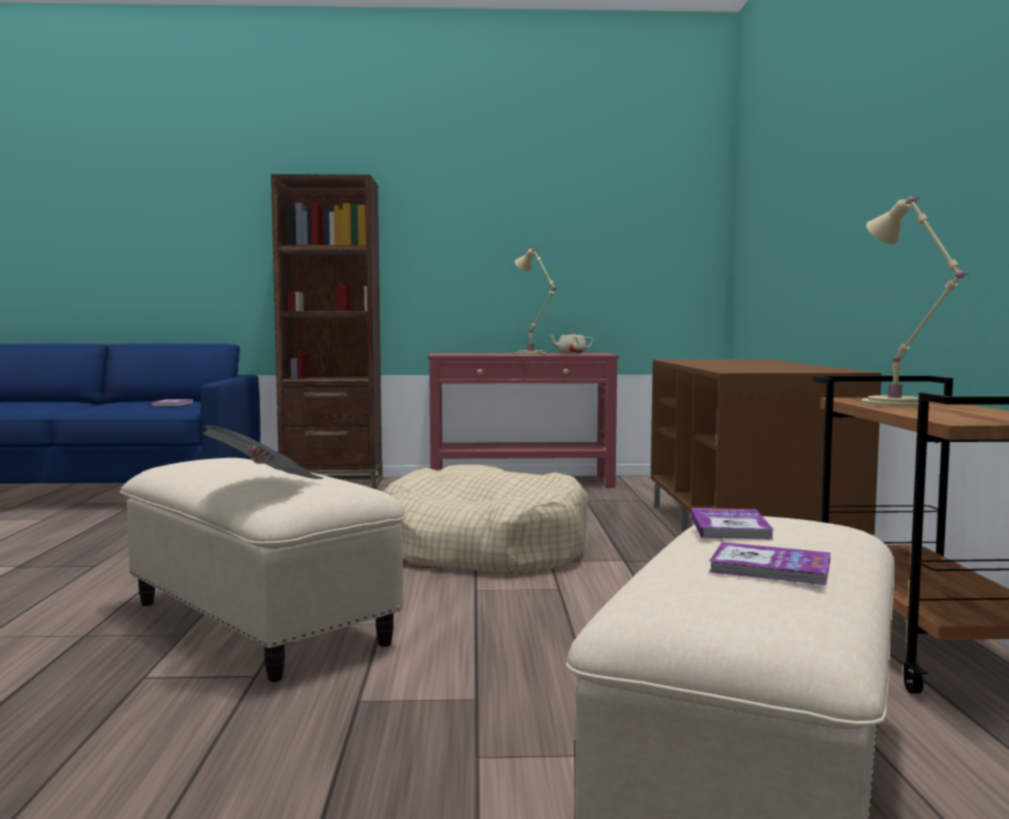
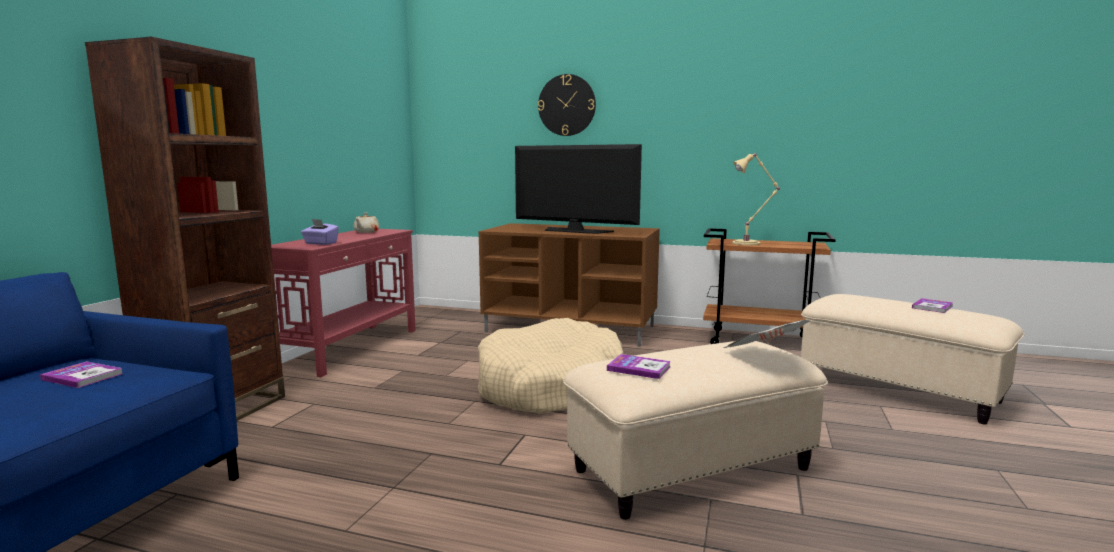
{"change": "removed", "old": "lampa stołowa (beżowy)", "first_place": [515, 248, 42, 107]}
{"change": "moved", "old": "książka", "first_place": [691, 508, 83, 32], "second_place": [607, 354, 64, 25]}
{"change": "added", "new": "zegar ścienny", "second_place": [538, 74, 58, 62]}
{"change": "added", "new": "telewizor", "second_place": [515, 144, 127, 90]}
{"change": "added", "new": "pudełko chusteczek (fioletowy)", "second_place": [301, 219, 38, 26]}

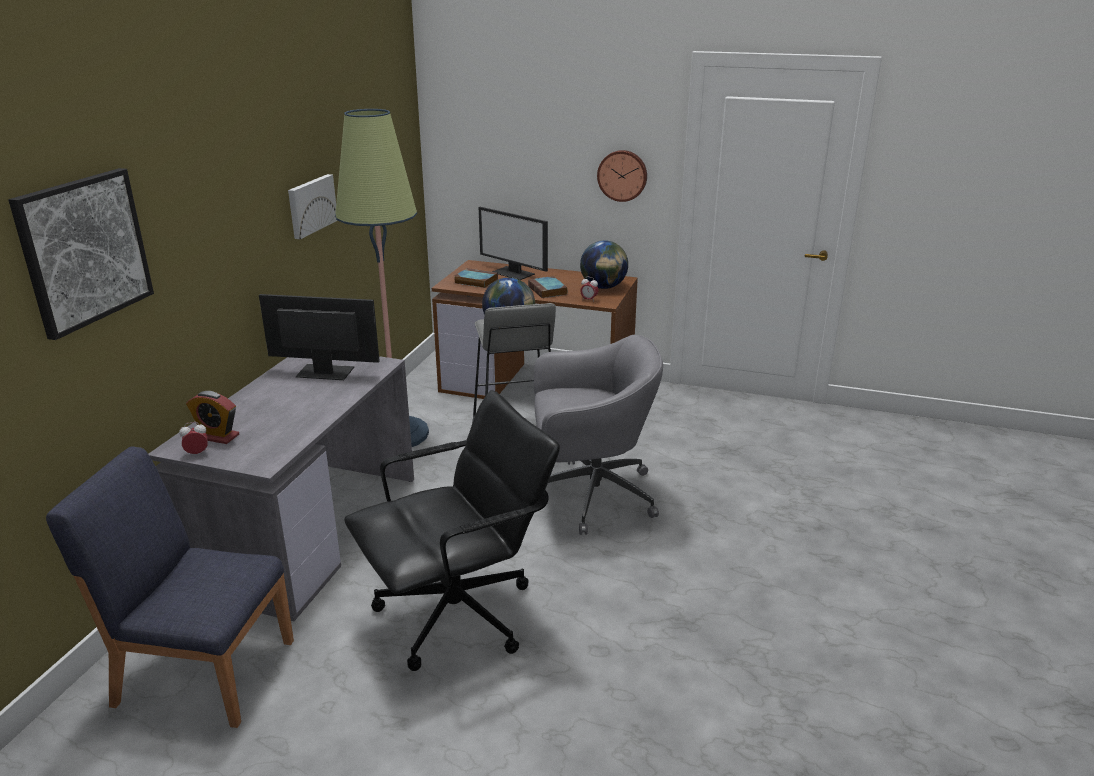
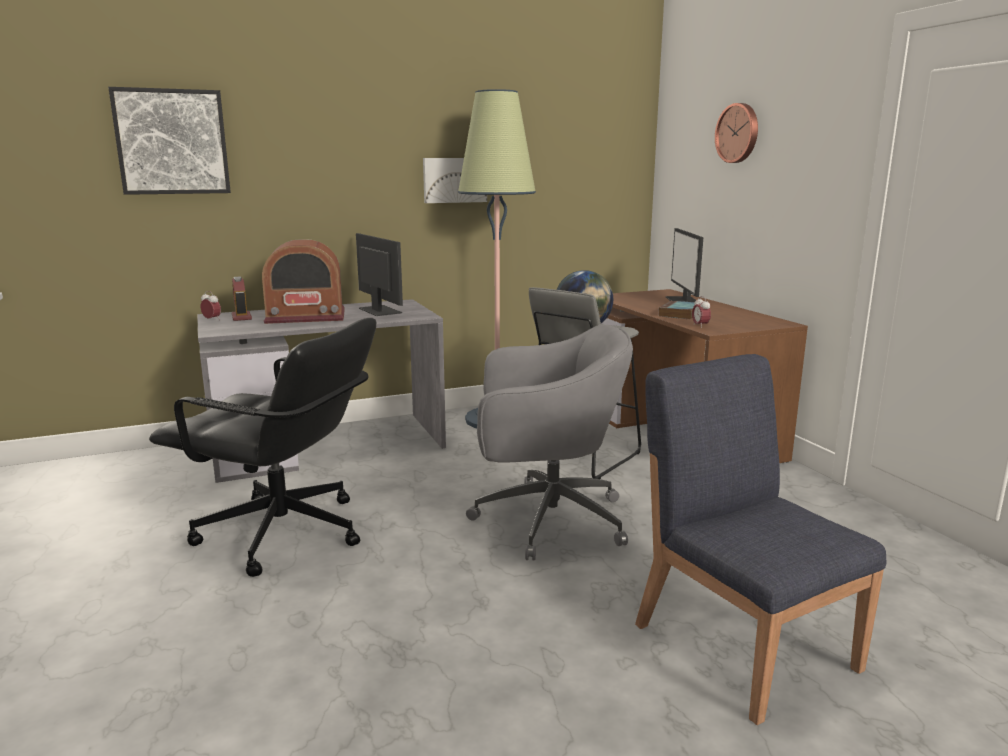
{"change": "moved", "old": "zegar ścienny", "first_place": [597, 150, 50, 52], "second_place": [715, 103, 43, 60]}
{"change": "removed", "old": "globus", "first_place": [580, 240, 48, 49]}
{"change": "removed", "old": "książka", "first_place": [454, 268, 44, 20]}
{"change": "turned", "old": "krzesło biurowe (szary)", "first_place": [533, 335, 130, 200], "second_place": [466, 324, 167, 236], "degrees": -45}
{"change": "moved", "old": "krzesło (niebieski)", "first_place": [46, 446, 248, 282], "second_place": [635, 354, 251, 371]}
{"change": "added", "new": "radio", "second_place": [262, 239, 83, 85]}

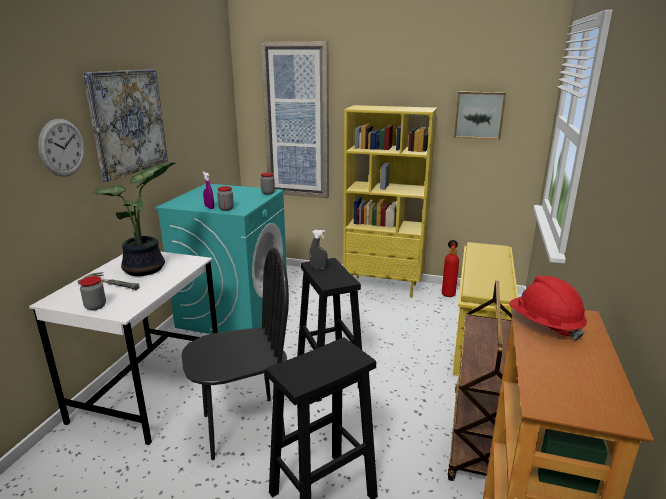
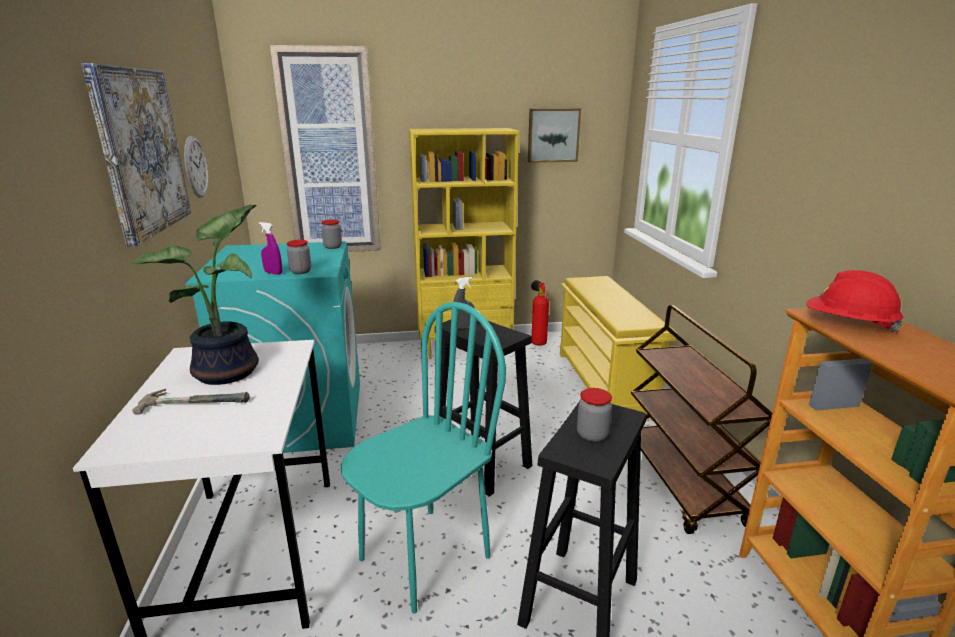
{"change": "moved", "old": "zegar ścienny", "first_place": [38, 119, 47, 58], "second_place": [184, 136, 24, 62]}
{"change": "recoloured", "old": "krzesło (czarny)", "new": "krzesło (turkusowy)", "first_place": [182, 247, 107, 213], "second_place": [341, 302, 165, 311]}
{"change": "moved", "old": "słoik", "first_place": [79, 276, 27, 34], "second_place": [577, 388, 35, 54]}

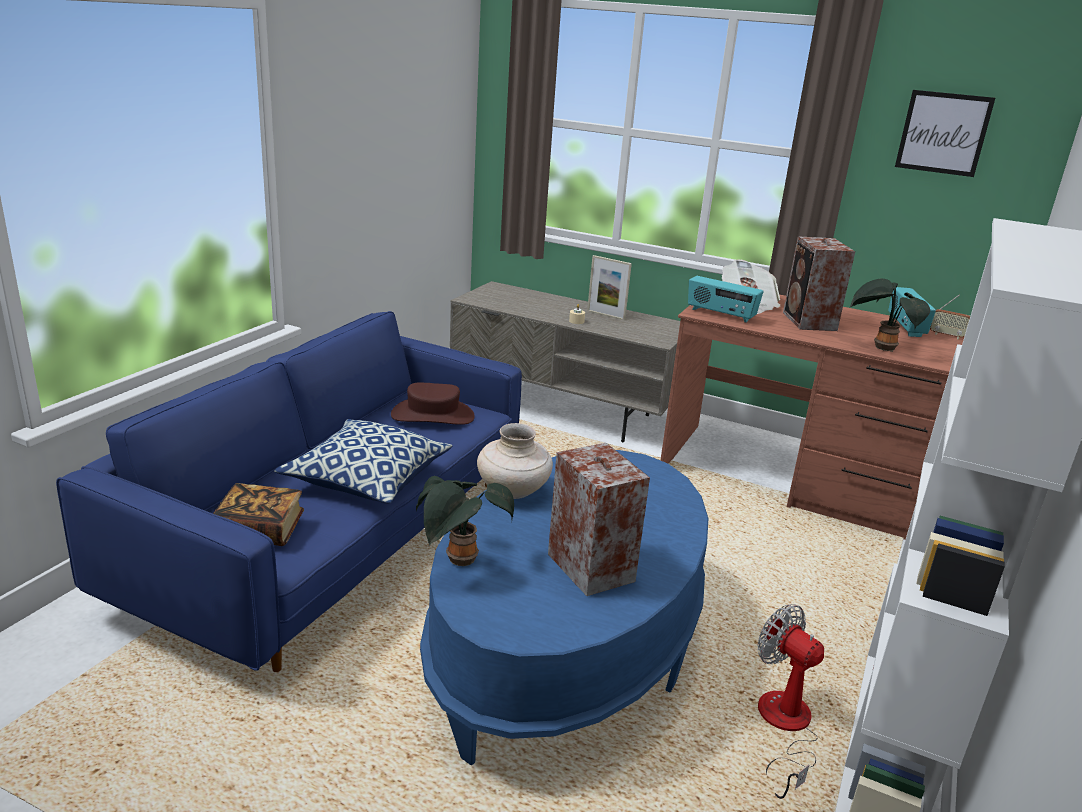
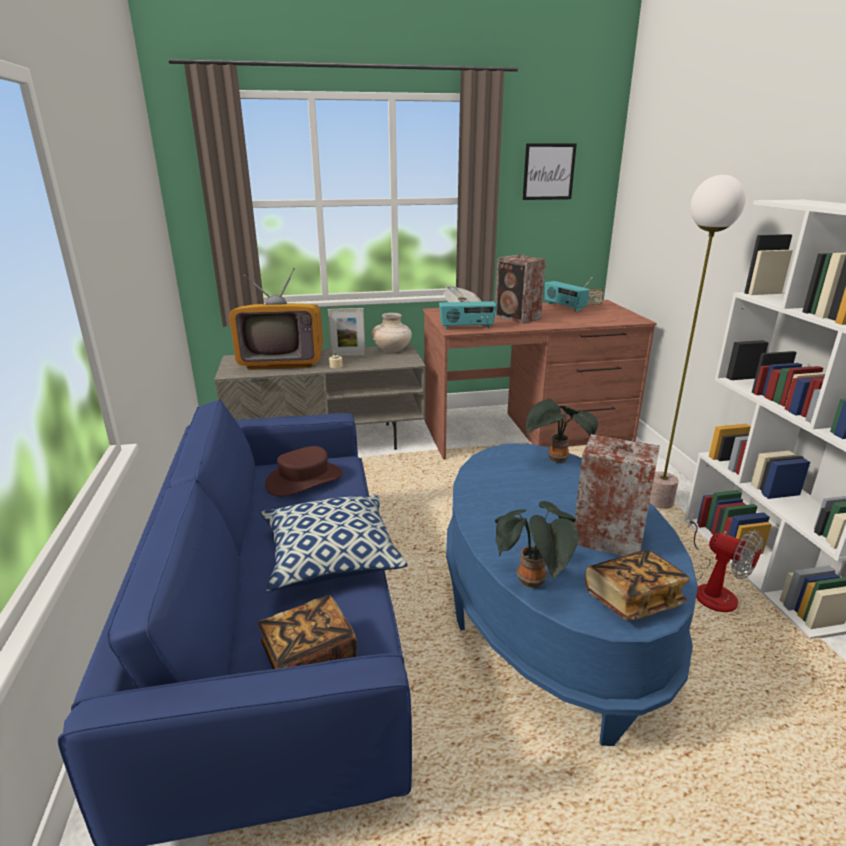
{"change": "moved", "old": "roślina doniczkowa", "first_place": [850, 279, 80, 73], "second_place": [526, 399, 72, 64]}
{"change": "moved", "old": "wazon (beżowy)", "first_place": [477, 423, 76, 76], "second_place": [372, 313, 40, 40]}
{"change": "turned", "old": "wentylator", "first_place": [757, 604, 67, 195], "second_place": [688, 513, 75, 99], "degrees": -150}
{"change": "added", "new": "lampa stojąca", "second_place": [650, 175, 96, 334]}
{"change": "added", "new": "telewizor", "second_place": [229, 268, 94, 102]}
{"change": "added", "new": "książka", "second_place": [585, 550, 105, 71]}

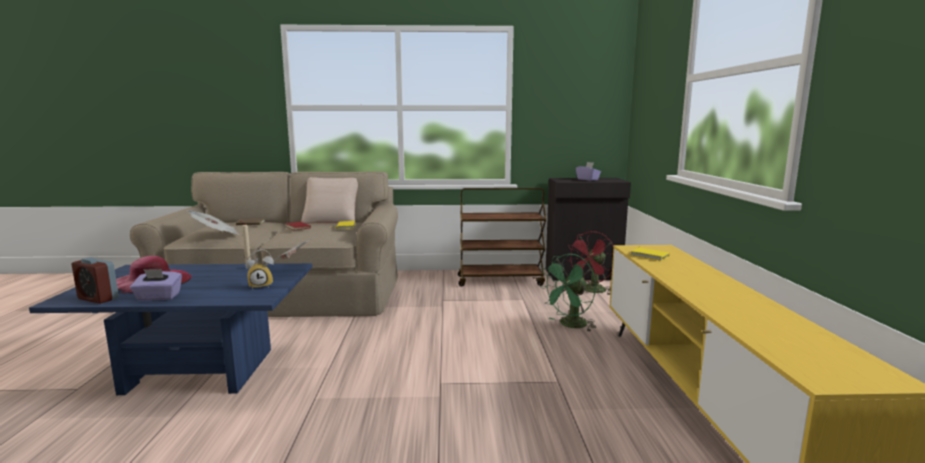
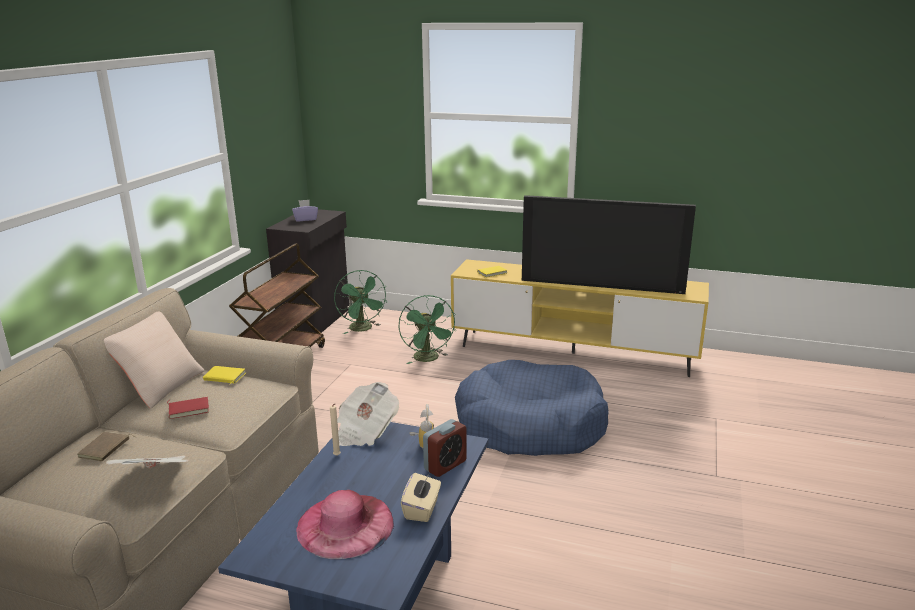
{"change": "recoloured", "old": "wentylator (czerwony)", "new": "wentylator (zielony)", "first_place": [566, 231, 48, 64], "second_place": [334, 270, 52, 64]}
{"change": "moved", "old": "budzik", "first_place": [72, 257, 47, 47], "second_place": [423, 419, 44, 58]}
{"change": "recoloured", "old": "pudełko chusteczek (fioletowy)", "new": "pudełko chusteczek (beżowy)", "first_place": [130, 269, 52, 32], "second_place": [401, 473, 40, 49]}
{"change": "added", "new": "telewizor", "second_place": [522, 195, 174, 99]}
{"change": "added", "new": "legowisko (niebieski)", "second_place": [455, 360, 154, 96]}

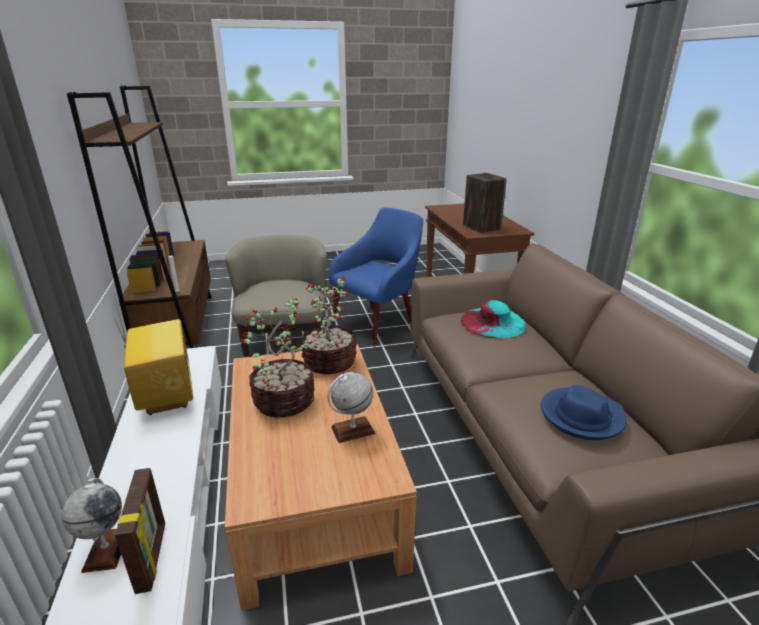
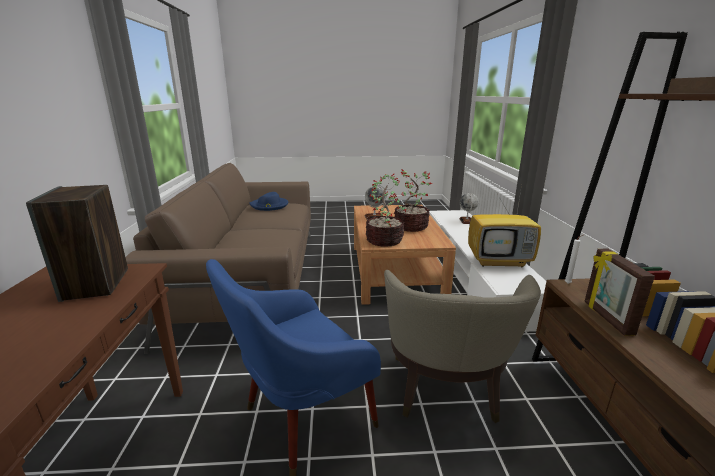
{"change": "turned", "old": "telewizor", "first_place": [112, 288, 81, 127], "second_place": [468, 185, 73, 82], "degrees": -75}
{"change": "removed", "old": "kapelusz (turkusowy)", "first_place": [461, 300, 65, 38]}
{"change": "moved", "old": "ramka na zdjęcie", "first_place": [115, 468, 50, 126], "second_place": [585, 249, 70, 87]}

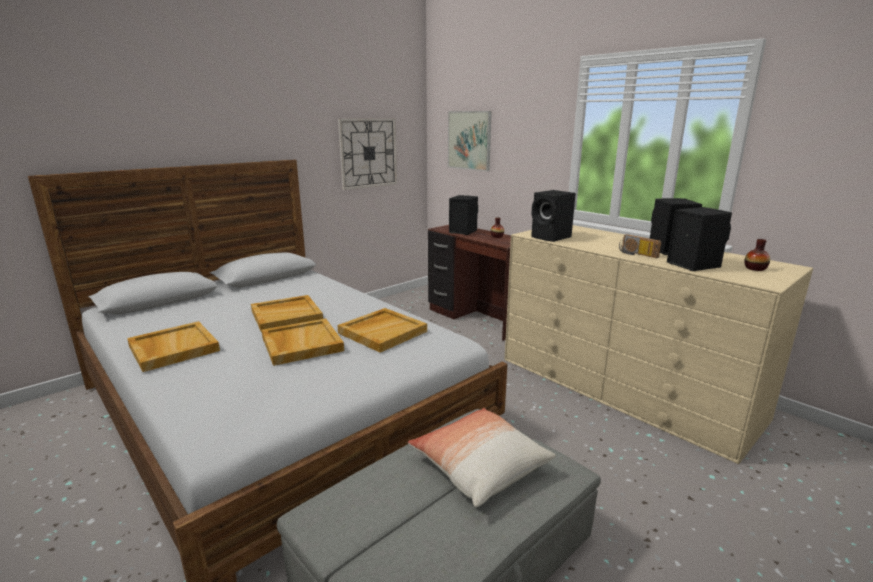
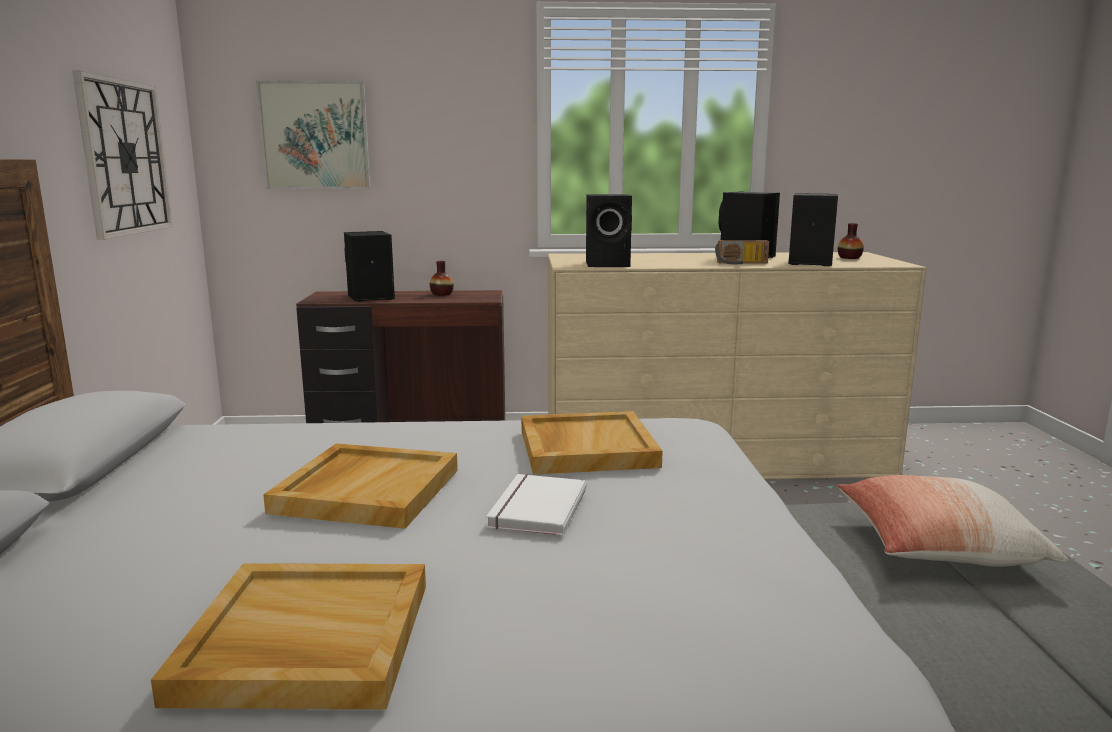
{"change": "replaced", "old": "taca (beżowy)", "new": "książka (biały)", "first_place": [262, 318, 82, 48], "second_place": [486, 474, 101, 62]}

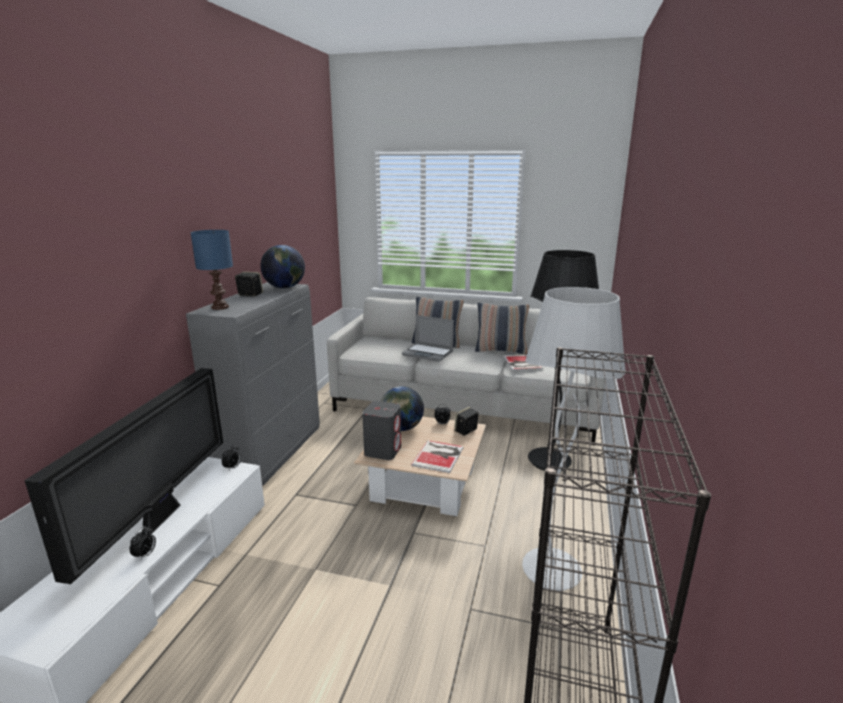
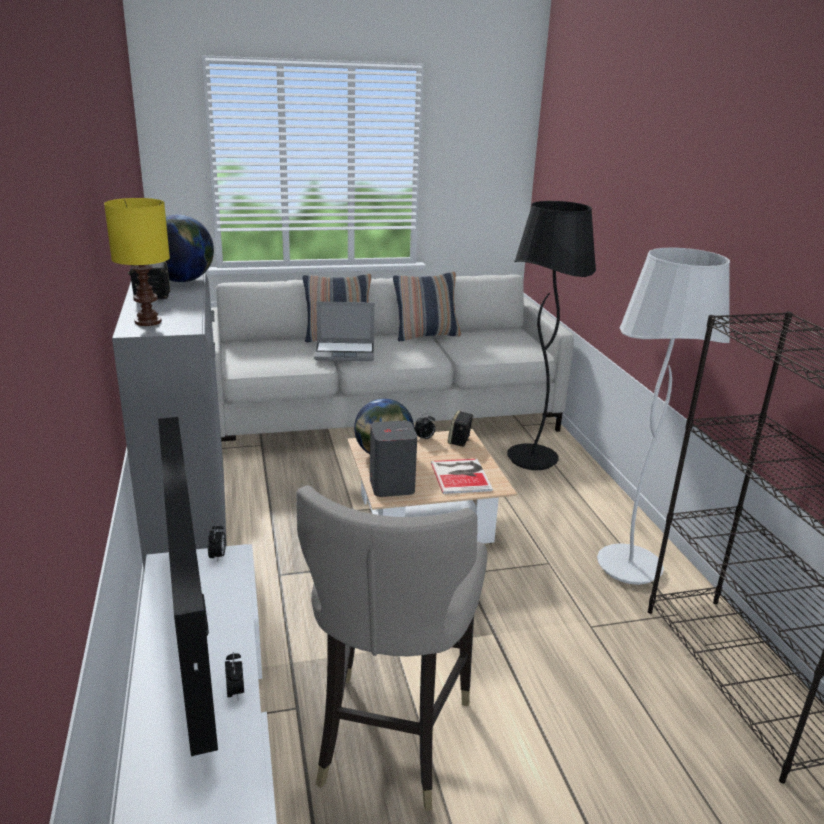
{"change": "recoloured", "old": "lampa stołowa (niebieski)", "new": "lampa stołowa (żółty)", "first_place": [191, 230, 42, 80], "second_place": [104, 198, 66, 128]}
{"change": "removed", "old": "książka", "first_place": [503, 355, 40, 15]}
{"change": "added", "new": "stołek (szary)", "second_place": [296, 485, 191, 326]}

